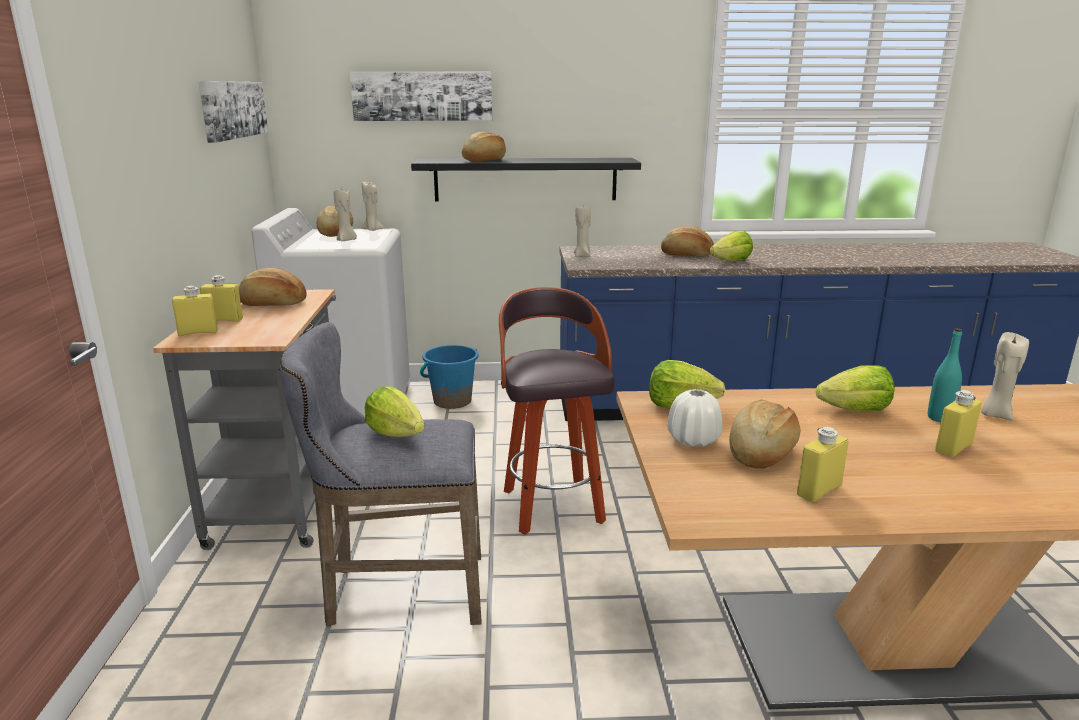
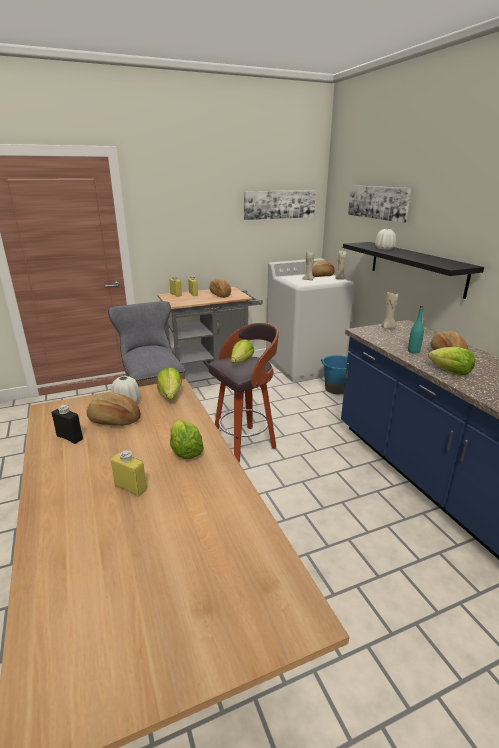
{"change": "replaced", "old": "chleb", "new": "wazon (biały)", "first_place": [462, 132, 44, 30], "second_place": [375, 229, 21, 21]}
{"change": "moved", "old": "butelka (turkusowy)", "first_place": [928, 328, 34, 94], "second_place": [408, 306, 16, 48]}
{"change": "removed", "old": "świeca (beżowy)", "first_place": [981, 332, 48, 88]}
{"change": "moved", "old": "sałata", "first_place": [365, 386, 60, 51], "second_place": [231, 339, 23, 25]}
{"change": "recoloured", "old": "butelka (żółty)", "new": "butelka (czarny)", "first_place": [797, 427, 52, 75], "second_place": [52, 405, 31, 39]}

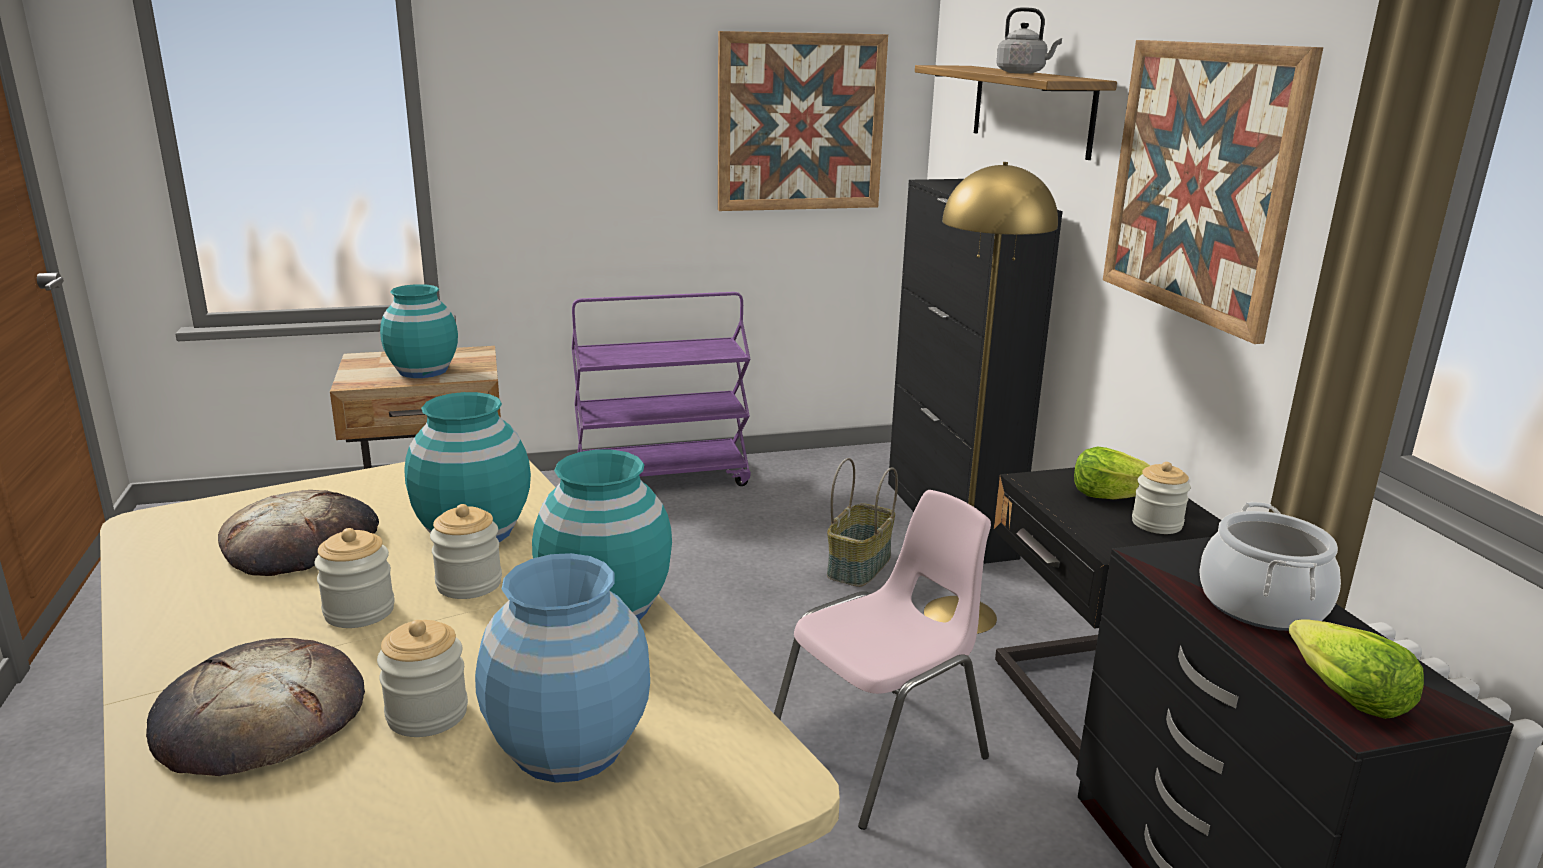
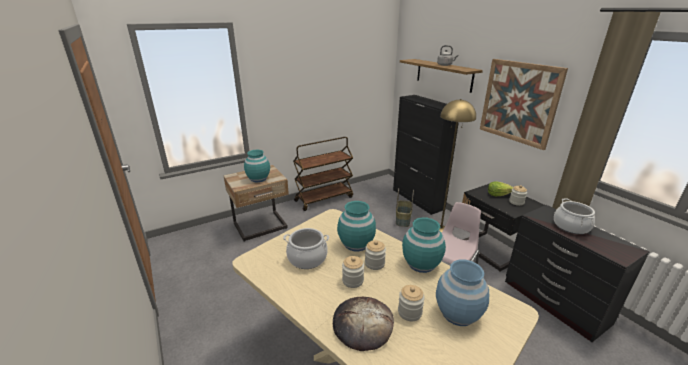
{"change": "removed", "old": "obraz", "first_place": [718, 31, 170, 180]}
{"change": "recoloured", "old": "wózek (fioletowy)", "new": "wózek (brązowy)", "first_place": [572, 292, 179, 194], "second_place": [293, 137, 60, 74]}
{"change": "replaced", "old": "chleb", "new": "garnek", "first_place": [218, 490, 161, 86], "second_place": [283, 228, 46, 41]}
{"change": "removed", "old": "sałata", "first_place": [1288, 619, 136, 100]}

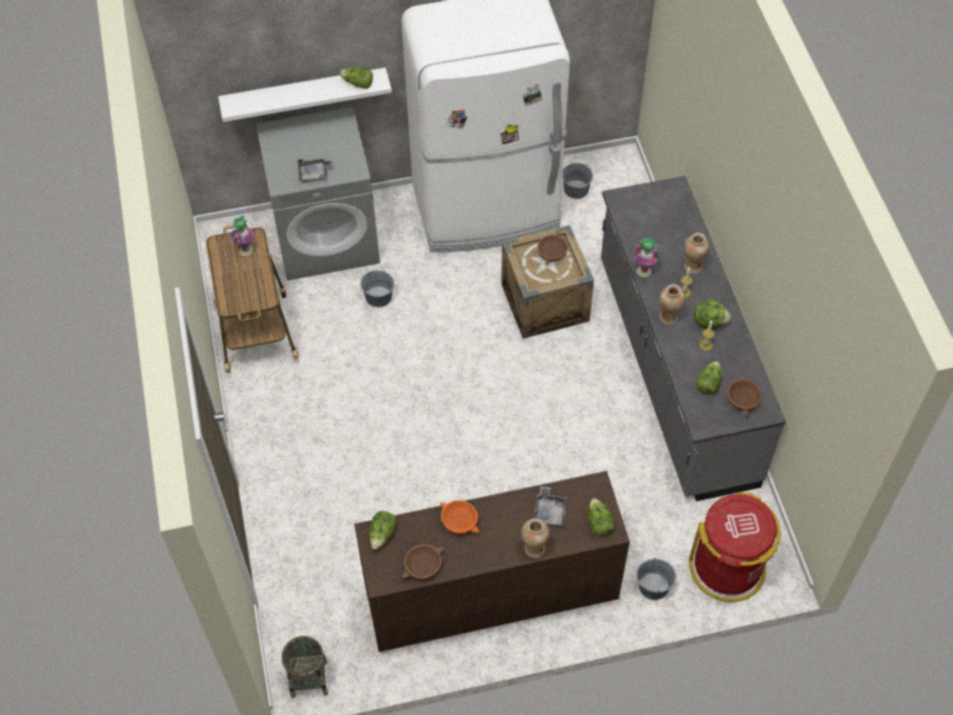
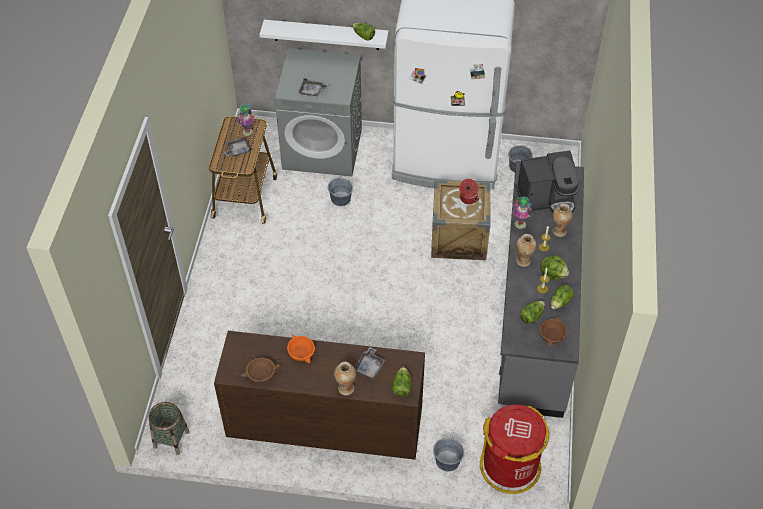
{"change": "replaced", "old": "miska (brązowy)", "new": "garnek", "first_place": [537, 232, 31, 33], "second_place": [459, 179, 20, 25]}
{"change": "moved", "old": "sałata", "first_place": [369, 511, 28, 39], "second_place": [551, 285, 23, 24]}
{"change": "added", "new": "taca (szary)", "second_place": [224, 137, 28, 20]}
{"change": "added", "new": "ekspres do kawy", "second_place": [515, 151, 64, 62]}

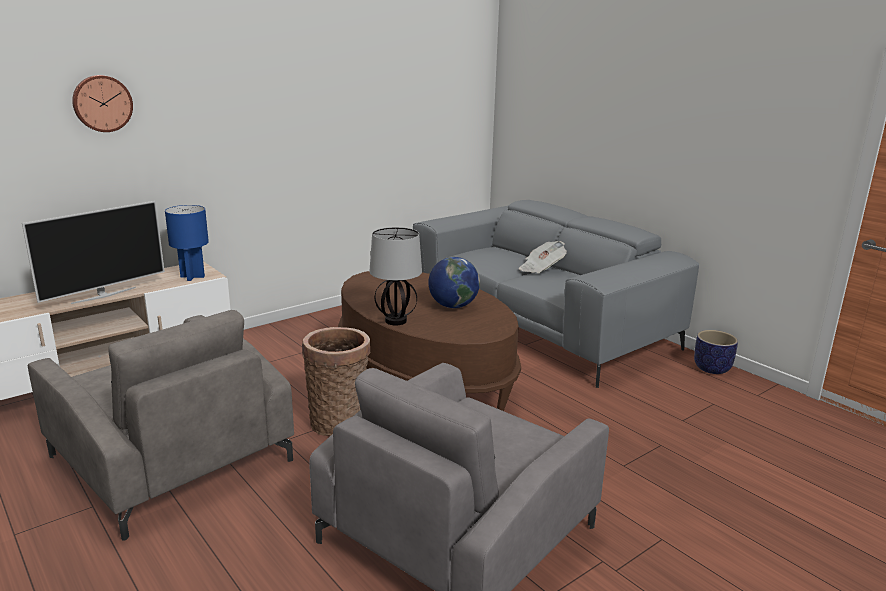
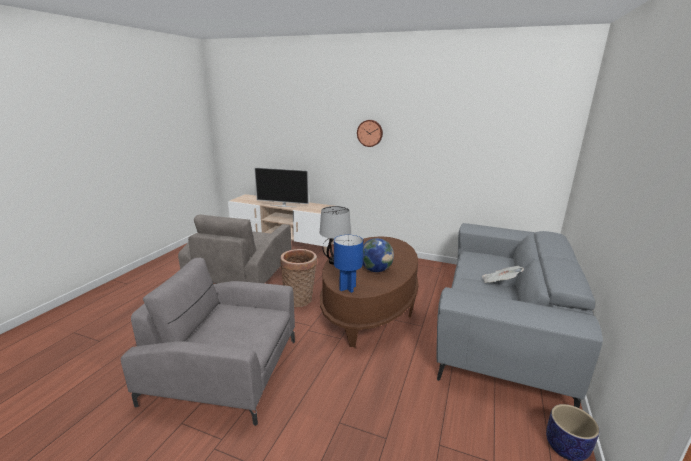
{"change": "moved", "old": "zegar ścienny", "first_place": [72, 75, 61, 57], "second_place": [357, 120, 26, 27]}
{"change": "moved", "old": "lampa stołowa (niebieski)", "first_place": [165, 205, 44, 76], "second_place": [334, 235, 29, 58]}

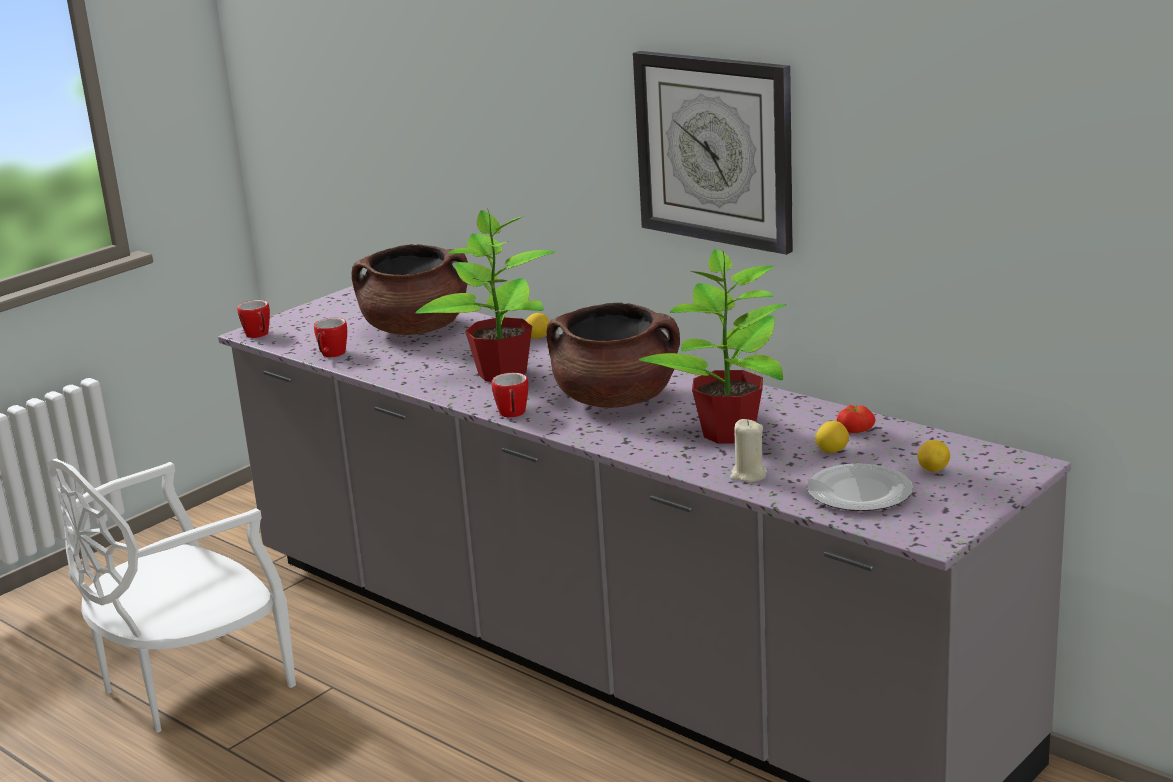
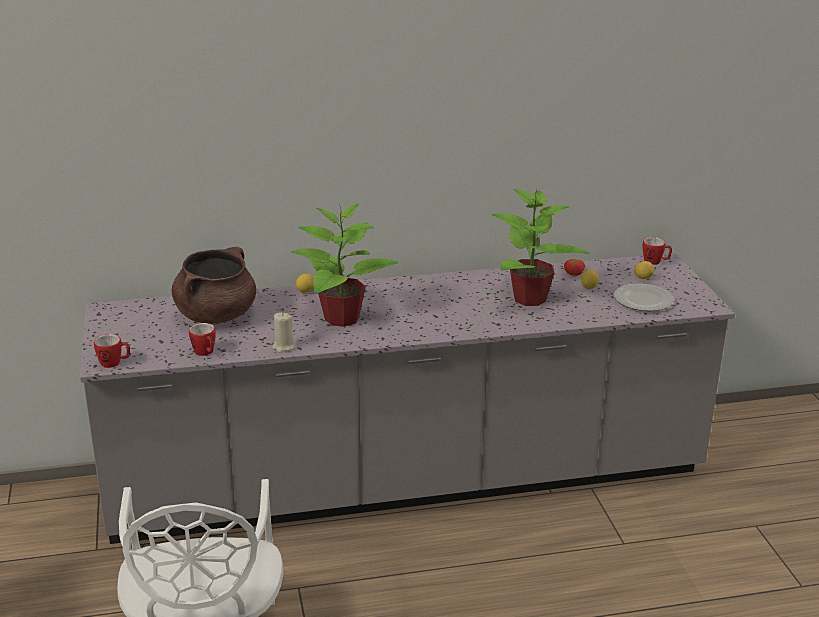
{"change": "removed", "old": "zegar ścienny", "first_place": [633, 51, 160, 204]}
{"change": "removed", "old": "garnek (brązowy)", "first_place": [546, 302, 134, 106]}
{"change": "moved", "old": "kubek", "first_place": [492, 373, 36, 45], "second_place": [643, 237, 29, 28]}
{"change": "moved", "old": "świeca (beżowy)", "first_place": [730, 419, 37, 63], "second_place": [272, 312, 24, 41]}

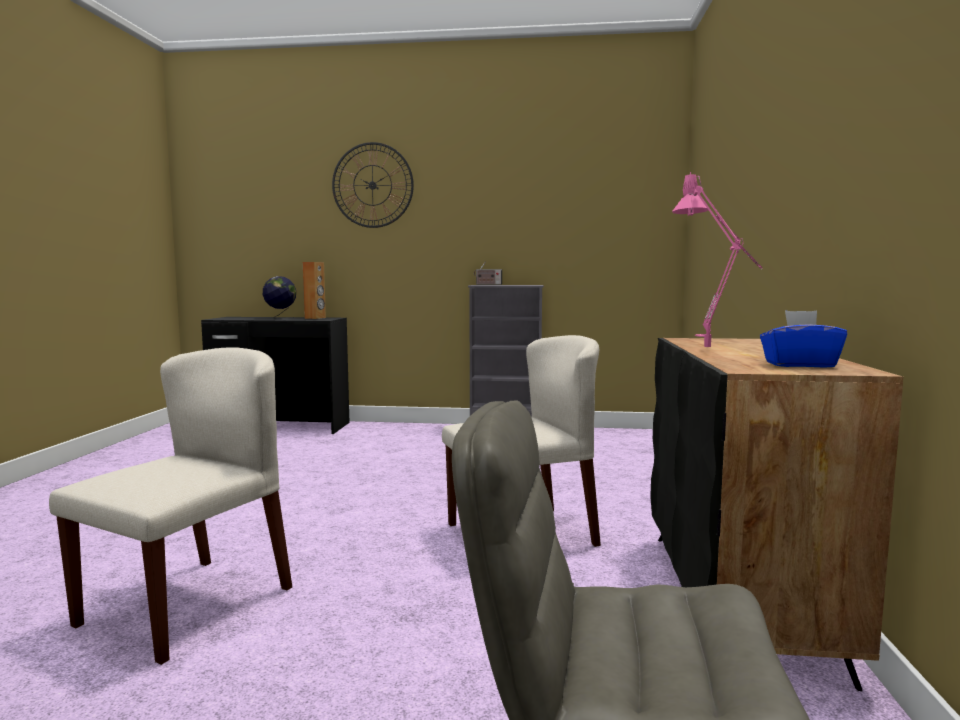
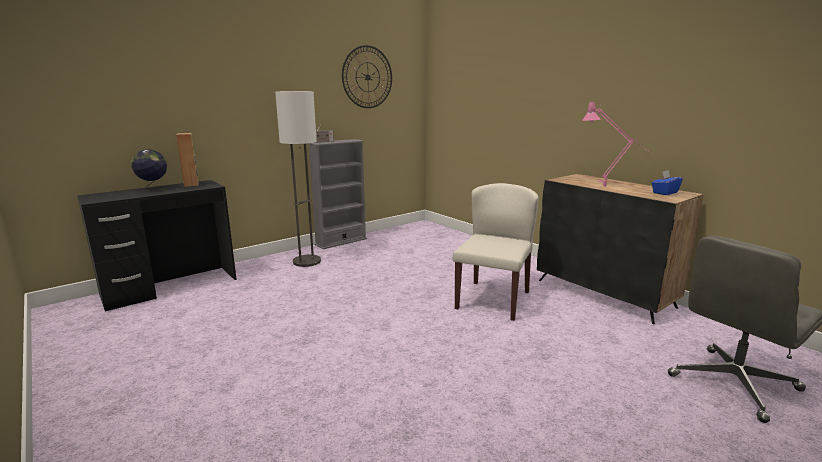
{"change": "moved", "old": "zegar ścienny", "first_place": [332, 142, 82, 86], "second_place": [342, 45, 50, 63]}
{"change": "removed", "old": "krzesło (beżowy)", "first_place": [49, 347, 243, 318]}
{"change": "added", "new": "lampa stojąca", "second_place": [275, 91, 46, 176]}

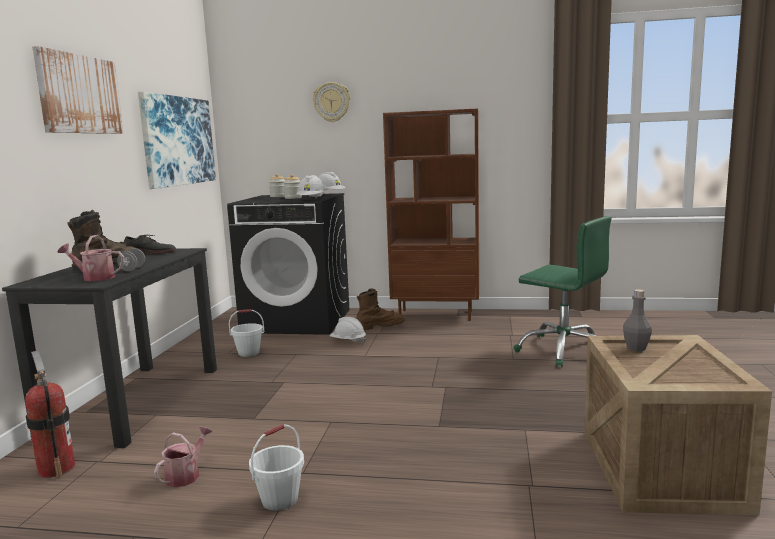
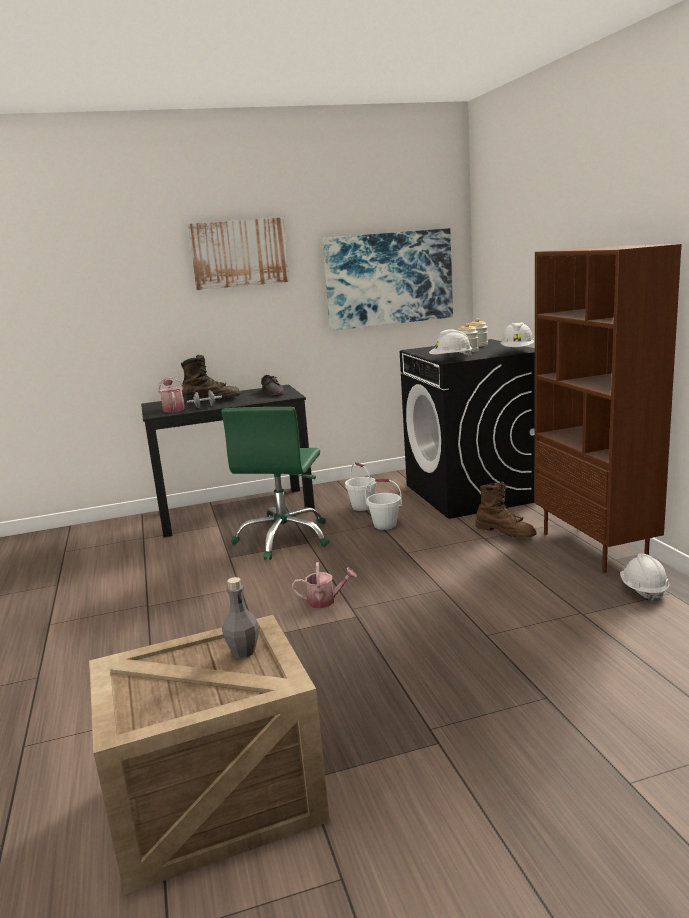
{"change": "removed", "old": "zegar ścienny", "first_place": [313, 82, 37, 40]}
{"change": "moved", "old": "krzesło biurowe (zielony)", "first_place": [513, 216, 99, 151], "second_place": [221, 407, 108, 153]}
{"change": "moved", "old": "kask (biały)", "first_place": [330, 317, 36, 27], "second_place": [620, 553, 49, 50]}
{"change": "removed", "old": "gaśnica", "first_place": [25, 351, 50, 127]}
{"change": "moved", "old": "wiadro (biały)", "first_place": [249, 424, 55, 87], "second_place": [365, 479, 37, 51]}
{"change": "moved", "old": "konewka", "first_place": [154, 426, 58, 62], "second_place": [292, 562, 65, 47]}

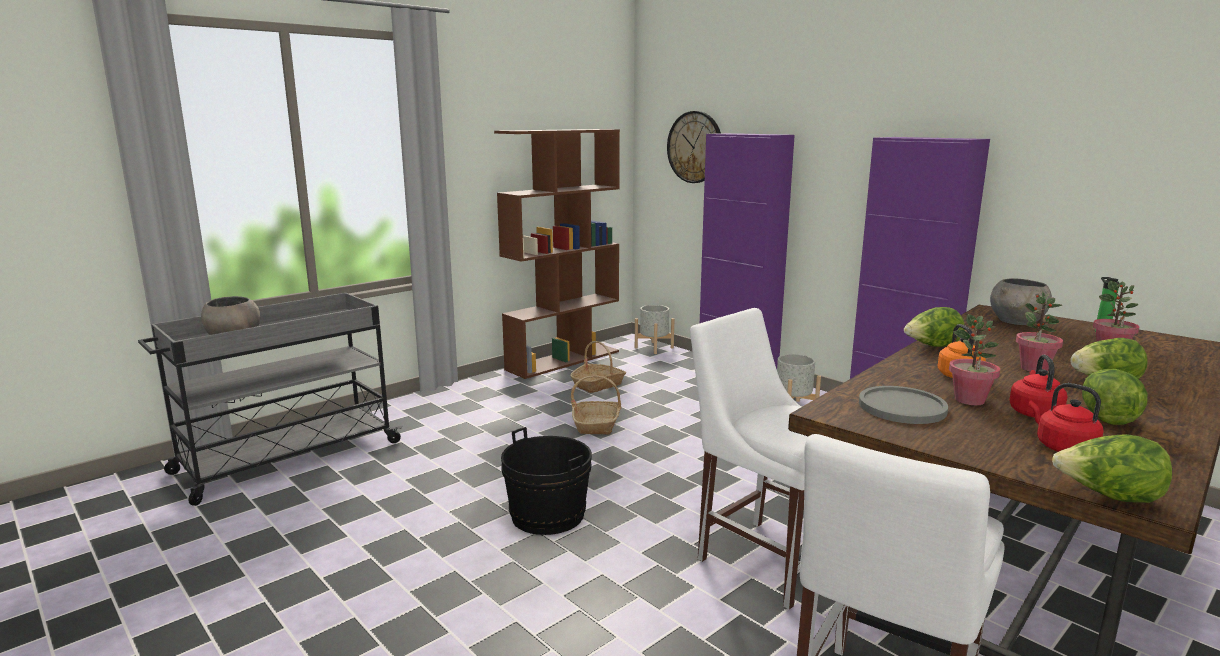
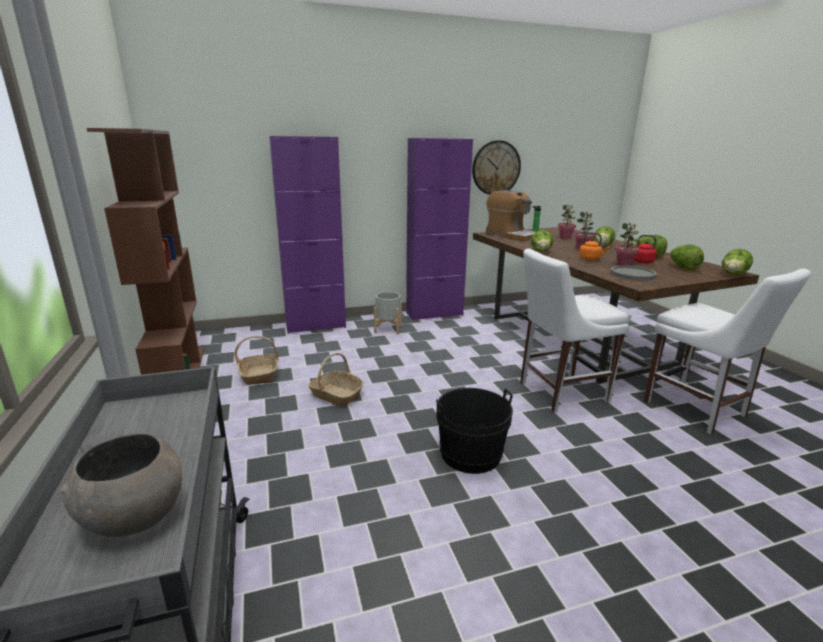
{"change": "moved", "old": "zegar ścienny", "first_place": [667, 111, 54, 72], "second_place": [472, 140, 49, 55]}
{"change": "replaced", "old": "miska (szary)", "new": "ekspres do kawy", "first_place": [990, 279, 62, 46], "second_place": [486, 190, 49, 51]}
{"change": "removed", "old": "donica (szary)", "first_place": [635, 305, 39, 49]}
{"change": "replaced", "old": "czajnik (czerwony)", "new": "sałata", "first_place": [1029, 383, 75, 69], "second_place": [670, 244, 34, 26]}

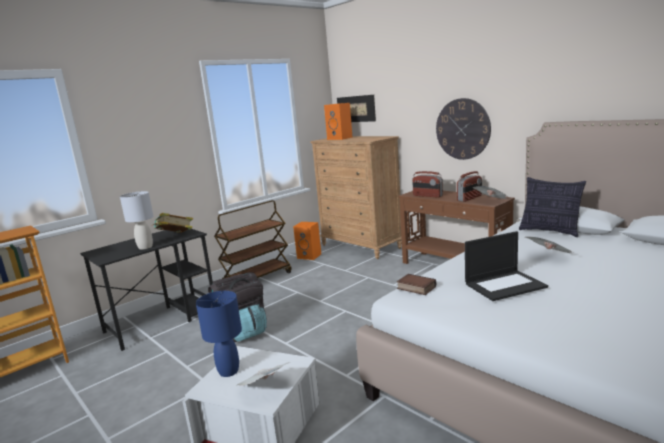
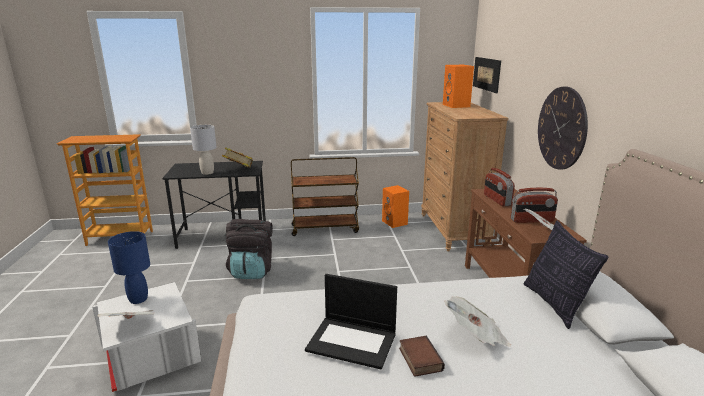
{"change": "moved", "old": "książka", "first_place": [397, 274, 39, 21], "second_place": [399, 336, 46, 41]}

